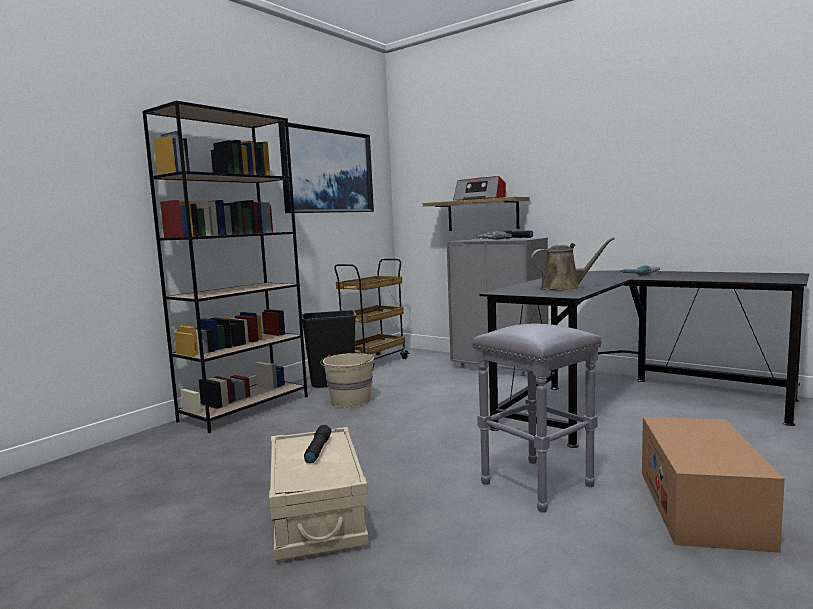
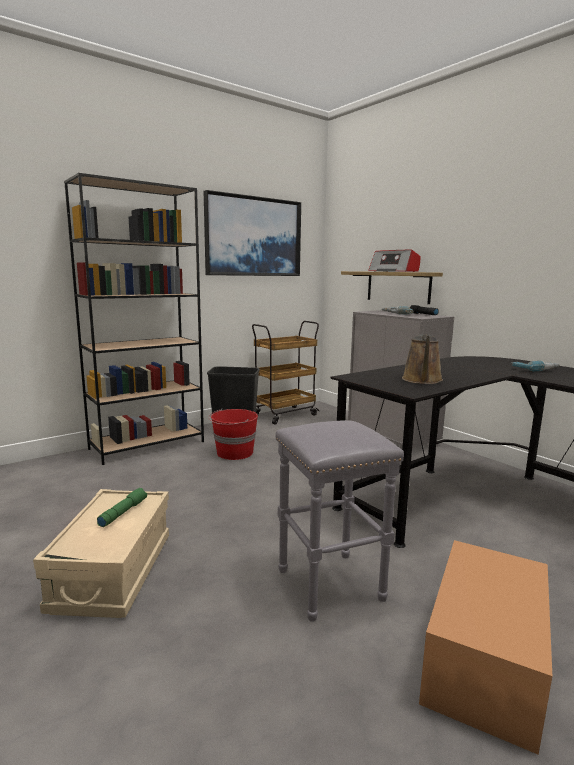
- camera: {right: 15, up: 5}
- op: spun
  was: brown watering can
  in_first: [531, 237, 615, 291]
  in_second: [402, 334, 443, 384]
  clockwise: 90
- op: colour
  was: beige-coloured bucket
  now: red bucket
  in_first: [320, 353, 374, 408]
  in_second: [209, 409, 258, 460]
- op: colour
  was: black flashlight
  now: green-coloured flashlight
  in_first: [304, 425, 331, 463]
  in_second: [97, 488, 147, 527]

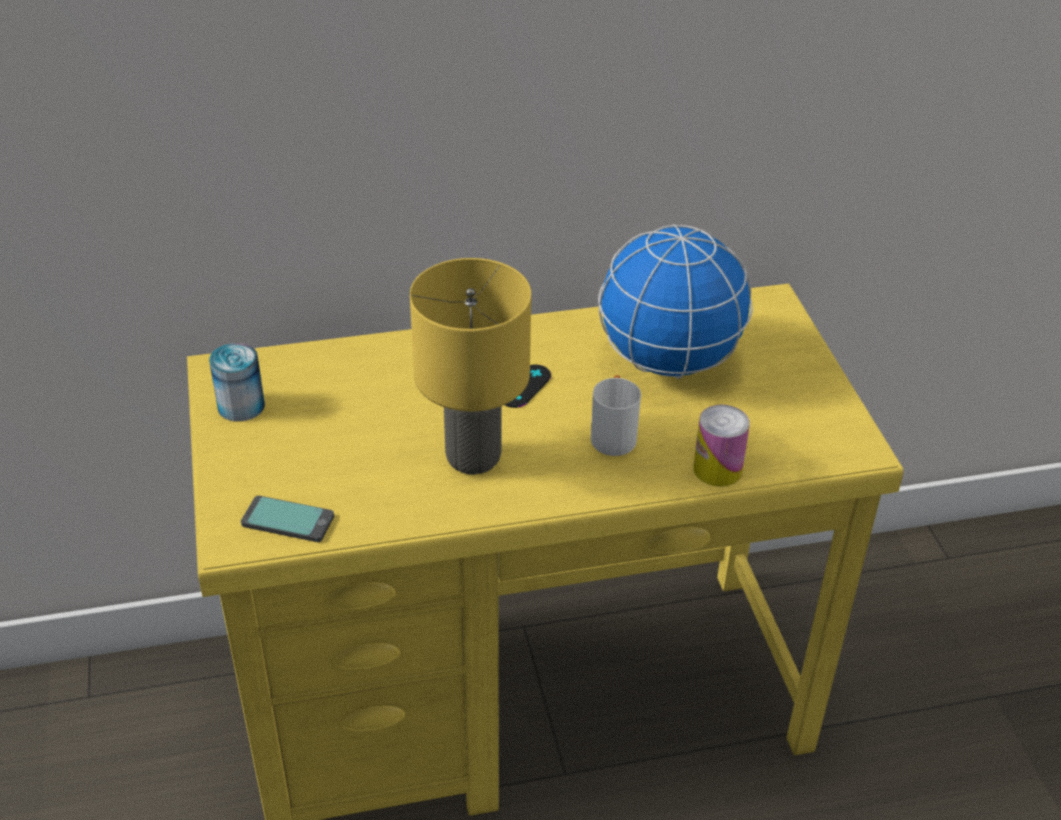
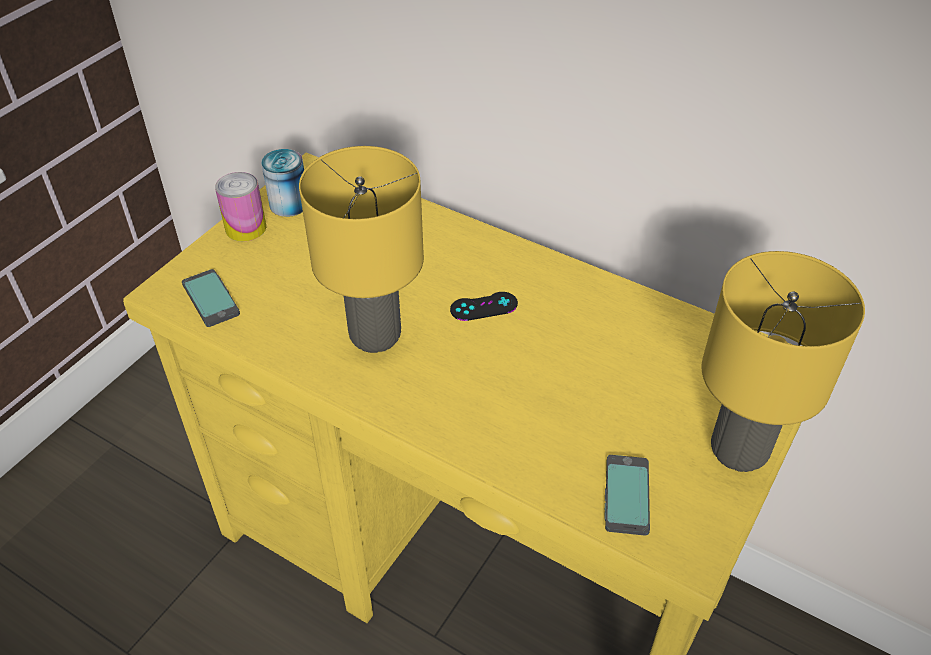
- camera: {right: 45, up: 5}
- op: missing
  was: globe
  in_first: [598, 224, 753, 379]
- op: missing
  was: white tea mug
  in_first: [591, 375, 641, 456]
- op: relocated
  was: metal can
  in_first: [693, 405, 750, 487]
  in_second: [215, 172, 266, 241]
- op: appeared
  now: yellow lamp for a table
  in_second: [701, 251, 865, 472]
- op: appeared
  now: handset
  in_second: [604, 455, 650, 536]

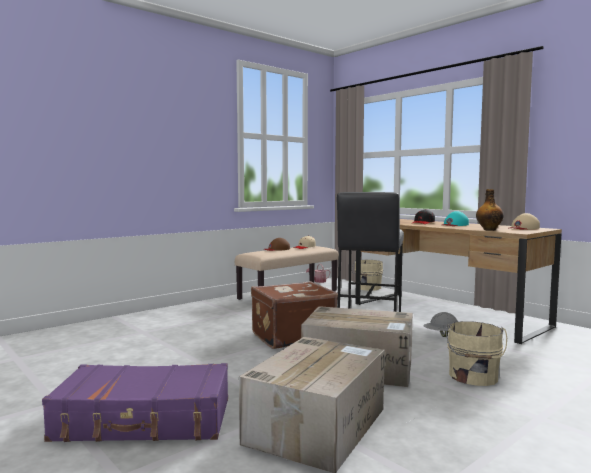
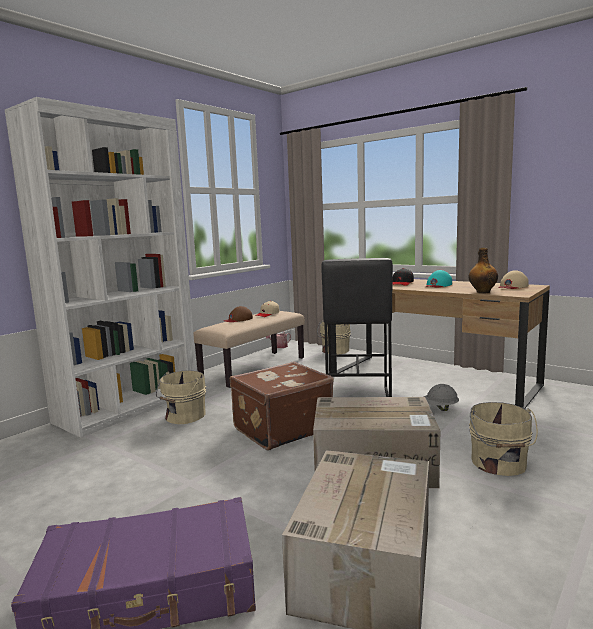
- camera: {right: -10, up: 5}
- op: appeared
  now: white shelving unit
  in_second: [5, 97, 196, 438]
- op: appeared
  now: beige-coloured bucket
  in_second: [156, 370, 206, 424]

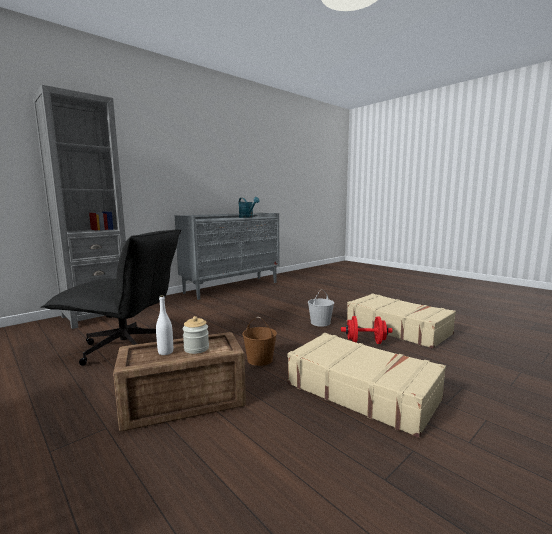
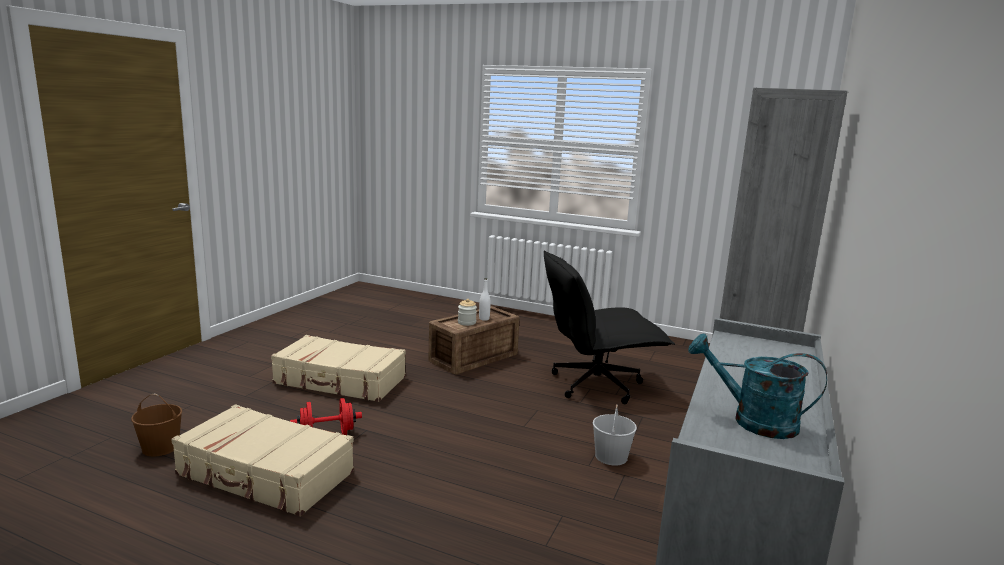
- camera: {right: 155, up: 5}
- op: relocated
  was: white bucket
  in_first: [308, 289, 334, 327]
  in_second: [593, 404, 637, 466]
- op: relocated
  was: brown bucket
  in_first: [242, 317, 277, 366]
  in_second: [131, 394, 182, 457]

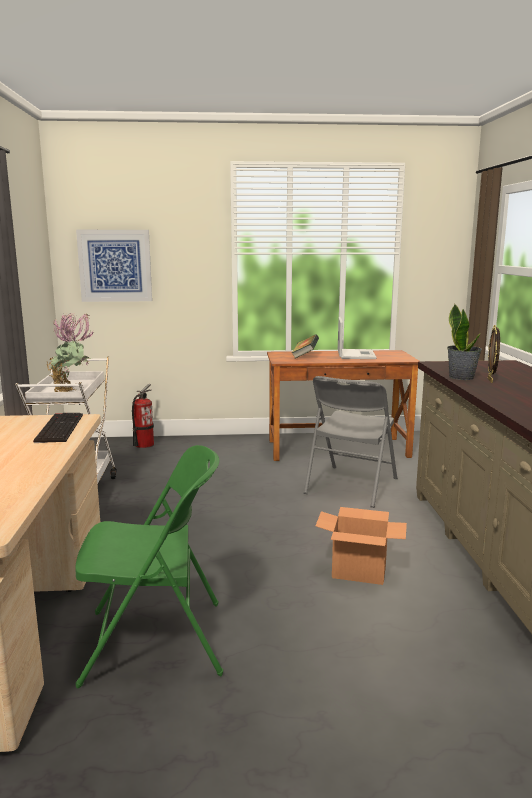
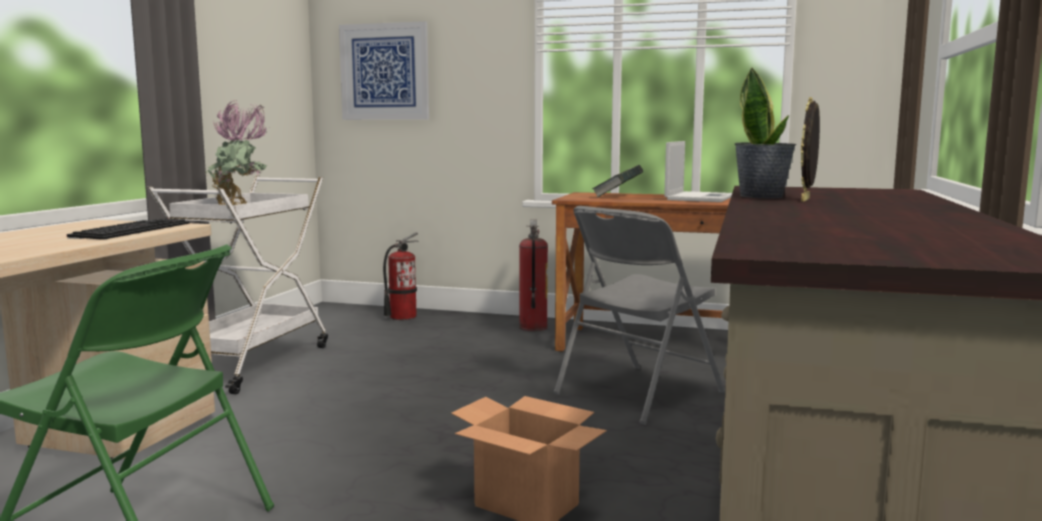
- camera: {right: 20, up: -5}
- op: appeared
  now: extinguisher
  in_second: [519, 219, 548, 331]

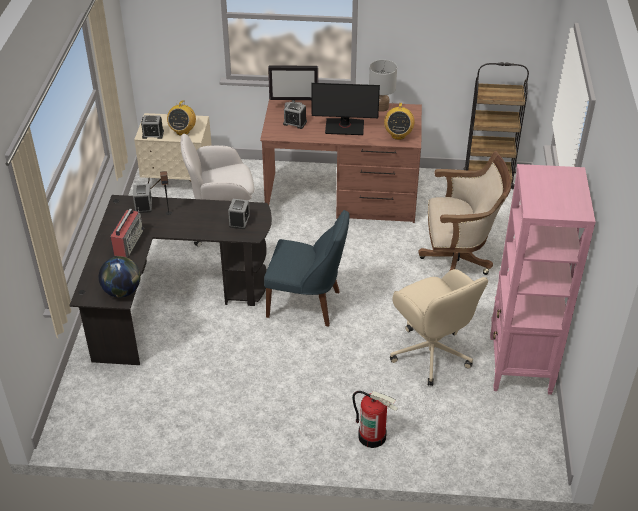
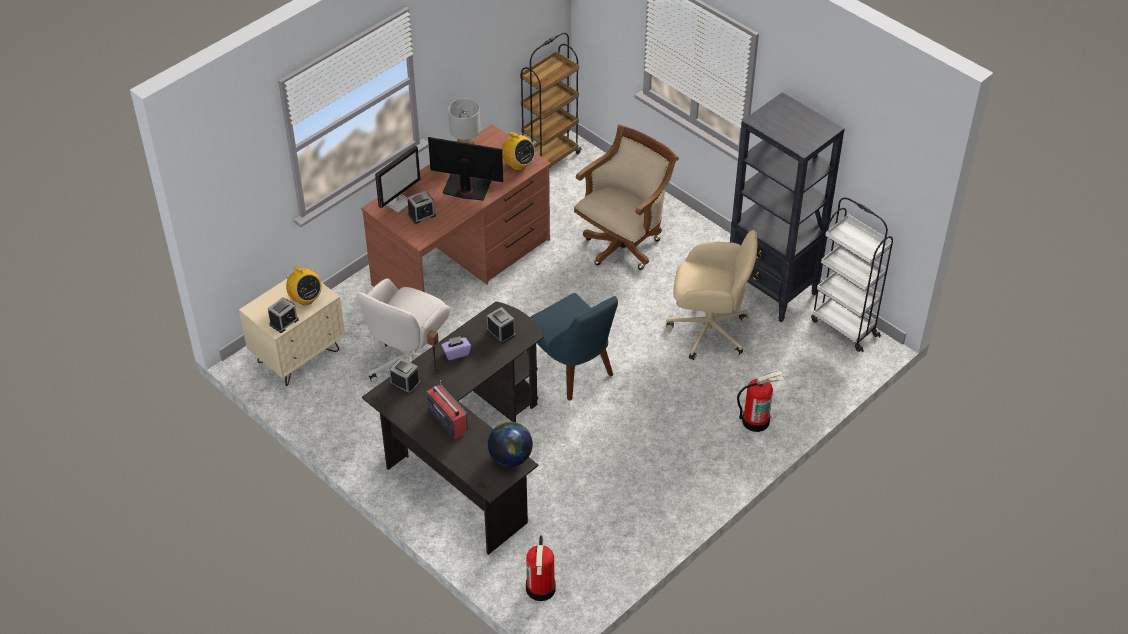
- camera: {right: -50, up: 5}
- op: spun
  was: computer display
  in_first: [311, 83, 380, 135]
  in_second: [428, 137, 503, 200]
  clockwise: -120
- op: colour
  was: pinkish shelving unit
  now: black shelving unit
  in_first: [490, 164, 596, 395]
  in_second: [730, 92, 845, 322]
- op: spun
  was: blue-coloured chair
  in_first: [264, 210, 349, 326]
  in_second: [526, 293, 618, 401]
  clockwise: 90
- op: appeared
  now: white wheeled cart
  in_second: [811, 198, 893, 352]
- op: appeared
  now: purple box of tissues
  in_second: [441, 336, 471, 360]
- op: appeared
  now: extinguisher
  in_second: [526, 535, 556, 601]

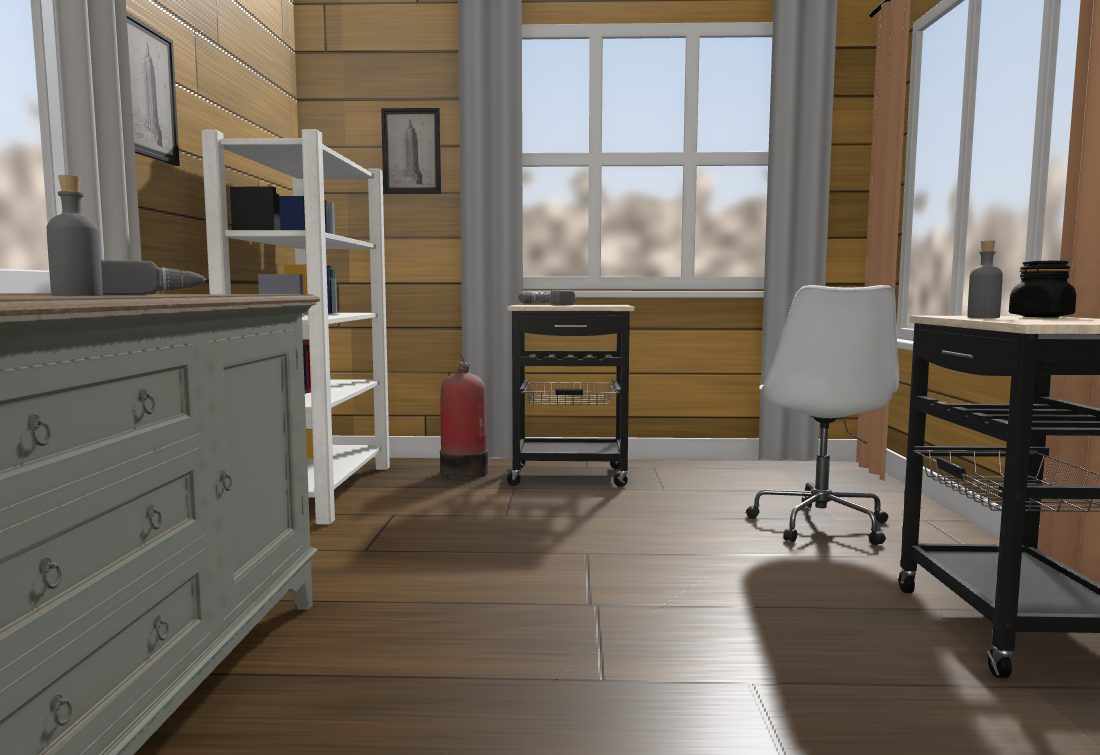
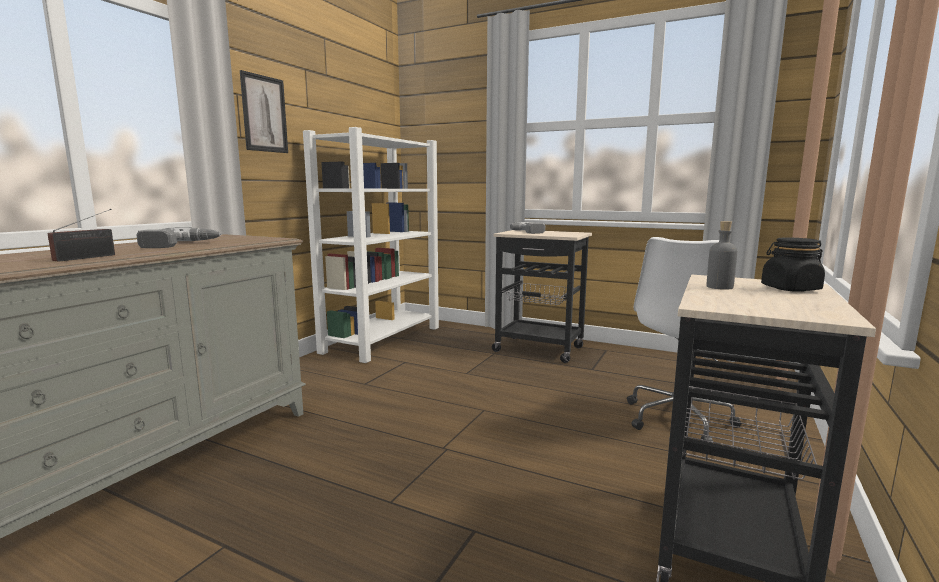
- camera: {right: 25, up: 5}
- op: missing
  was: wall art
  in_first: [381, 108, 441, 194]
- op: exchanged
  was: greyish beverage bottle
  now: radio receiver
  in_first: [47, 175, 103, 296]
  in_second: [48, 209, 115, 262]
- op: missing
  was: extinguisher
  in_first: [440, 356, 488, 480]

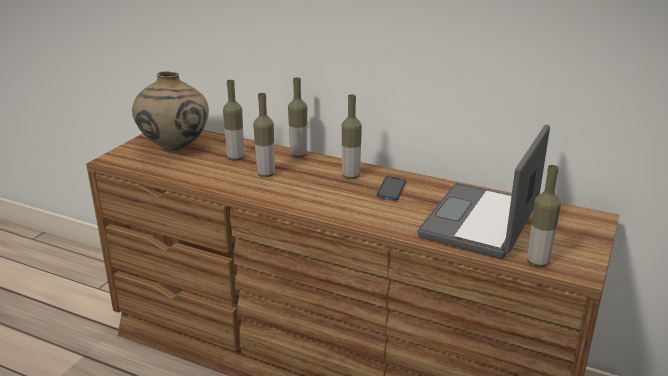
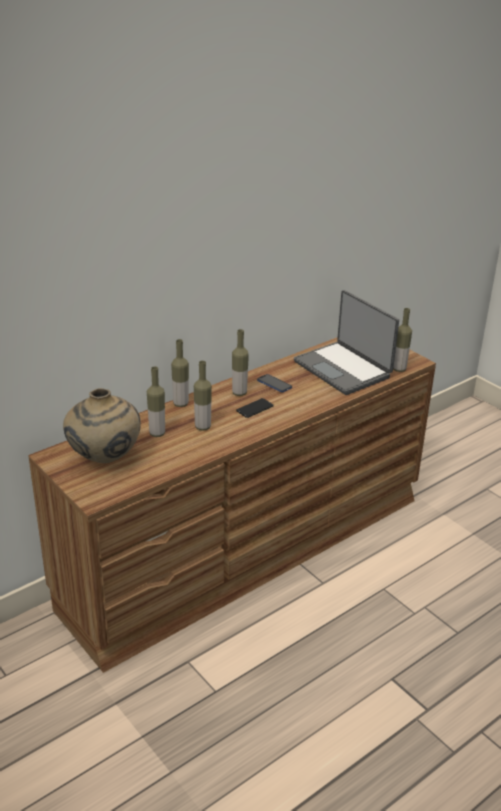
- camera: {right: -65, up: 5}
- op: appeared
  now: handset
  in_second: [236, 398, 274, 418]

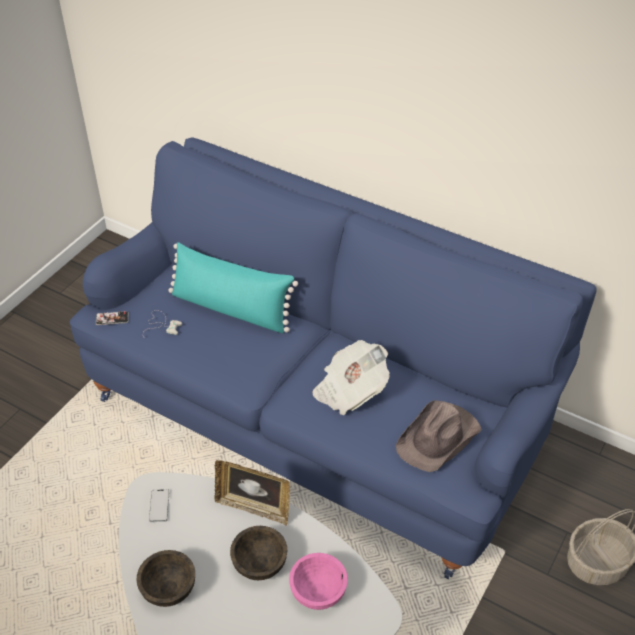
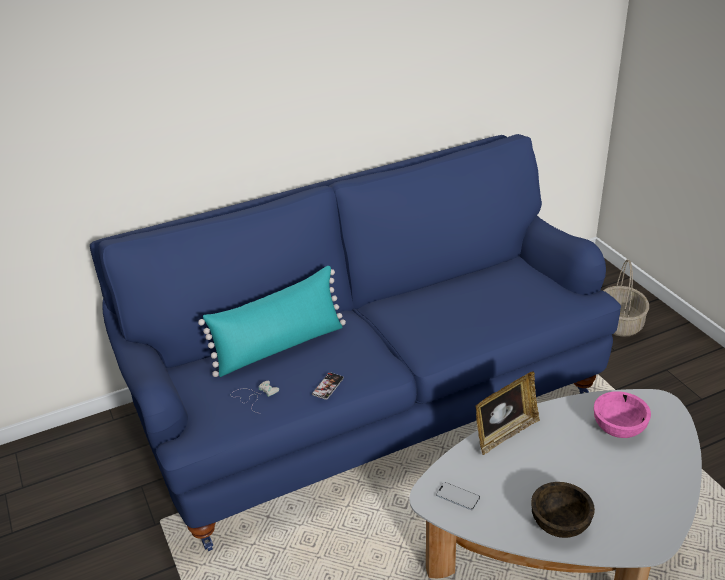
- camera: {right: -55, up: -10}
- op: relocated
  was: handset
  in_first: [96, 311, 129, 325]
  in_second: [312, 372, 344, 400]
- op: missing
  was: daily paper
  in_first: [313, 340, 390, 415]
- op: missing
  was: brown hat
  in_first: [396, 400, 482, 472]
- op: missing
  was: brown deep dish
  in_first: [230, 526, 287, 580]

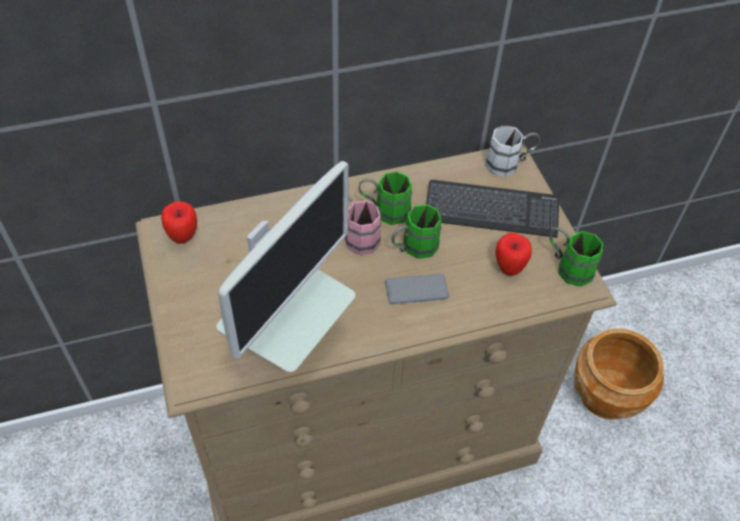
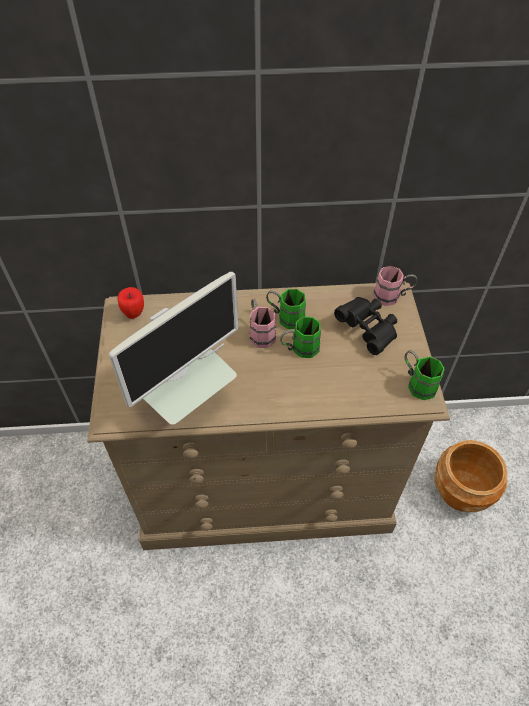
- camera: {right: 15, up: 0}
- op: colour
  was: white tea mug
  now: pinkish tea mug
  in_first: [485, 125, 540, 177]
  in_second: [373, 266, 418, 306]
- op: exchanged
  was: computer keyboard
  now: black binoculars
  in_first: [426, 180, 559, 238]
  in_second: [334, 297, 397, 355]
- op: missing
  was: apple fruit
  in_first: [496, 233, 532, 276]
- op: missing
  was: handset
  in_first: [385, 274, 449, 304]

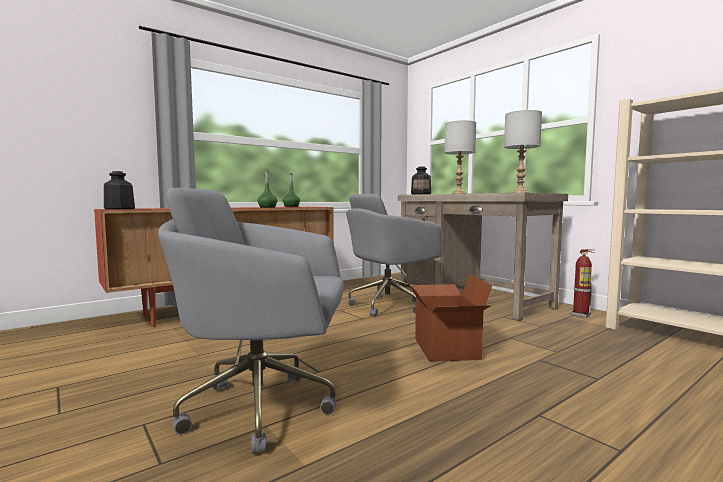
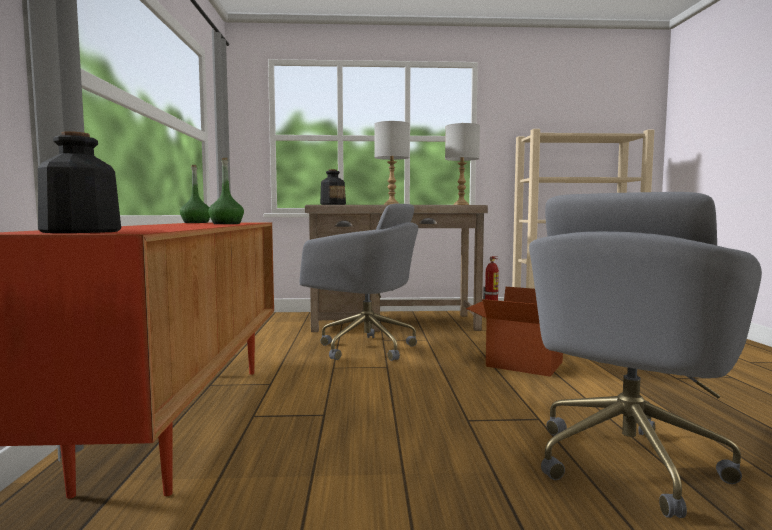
- camera: {right: -55, up: 0}
- op: spun
  was: greyish desk chair
  in_first: [346, 194, 442, 316]
  in_second: [300, 204, 418, 361]
  clockwise: -75

